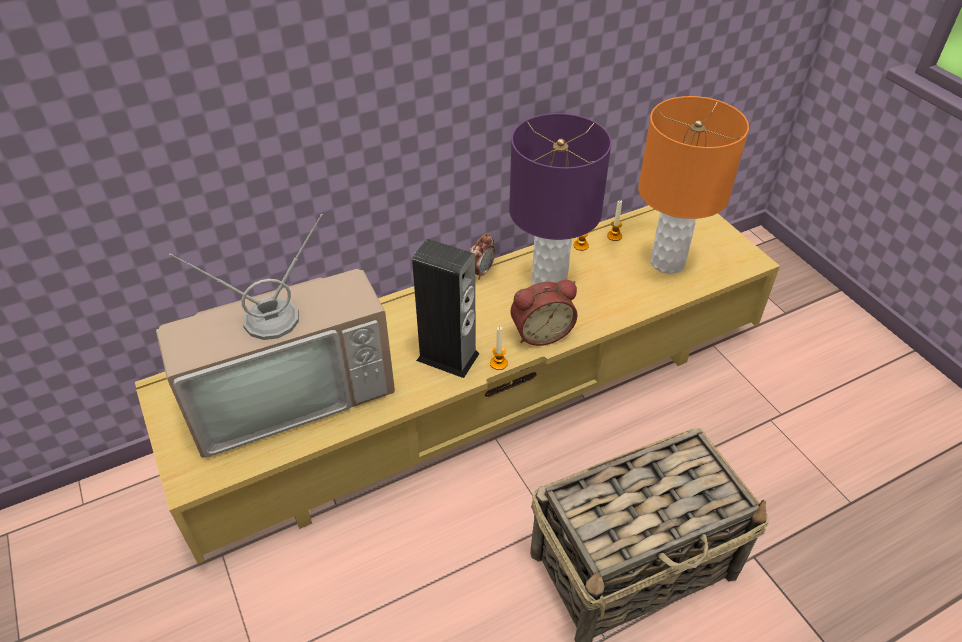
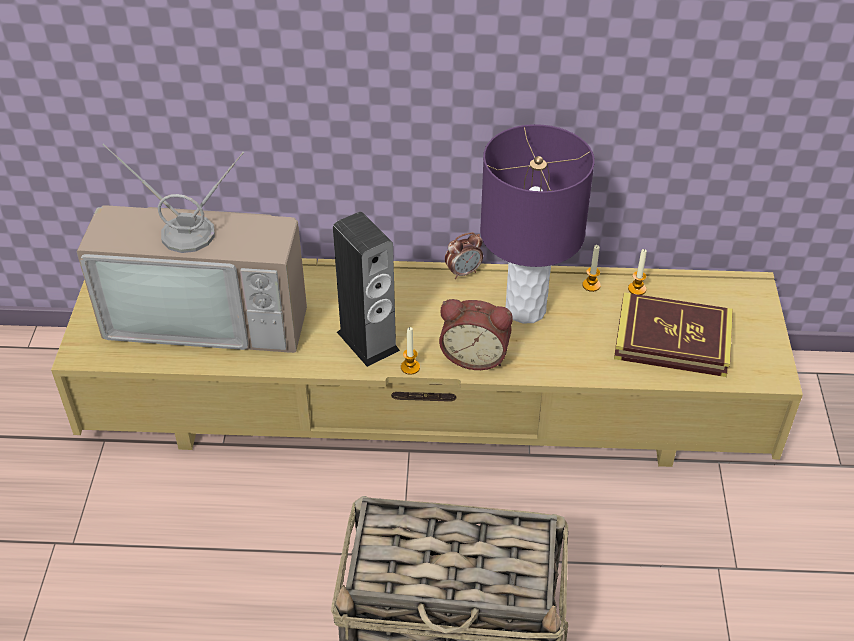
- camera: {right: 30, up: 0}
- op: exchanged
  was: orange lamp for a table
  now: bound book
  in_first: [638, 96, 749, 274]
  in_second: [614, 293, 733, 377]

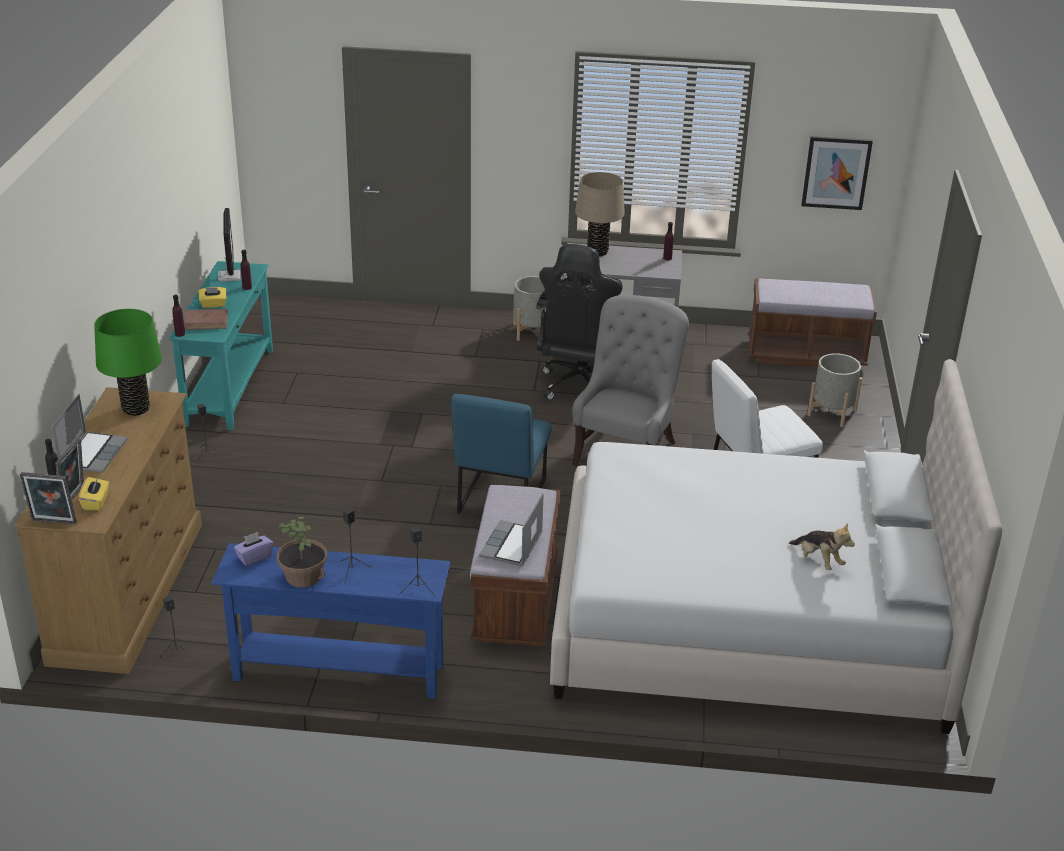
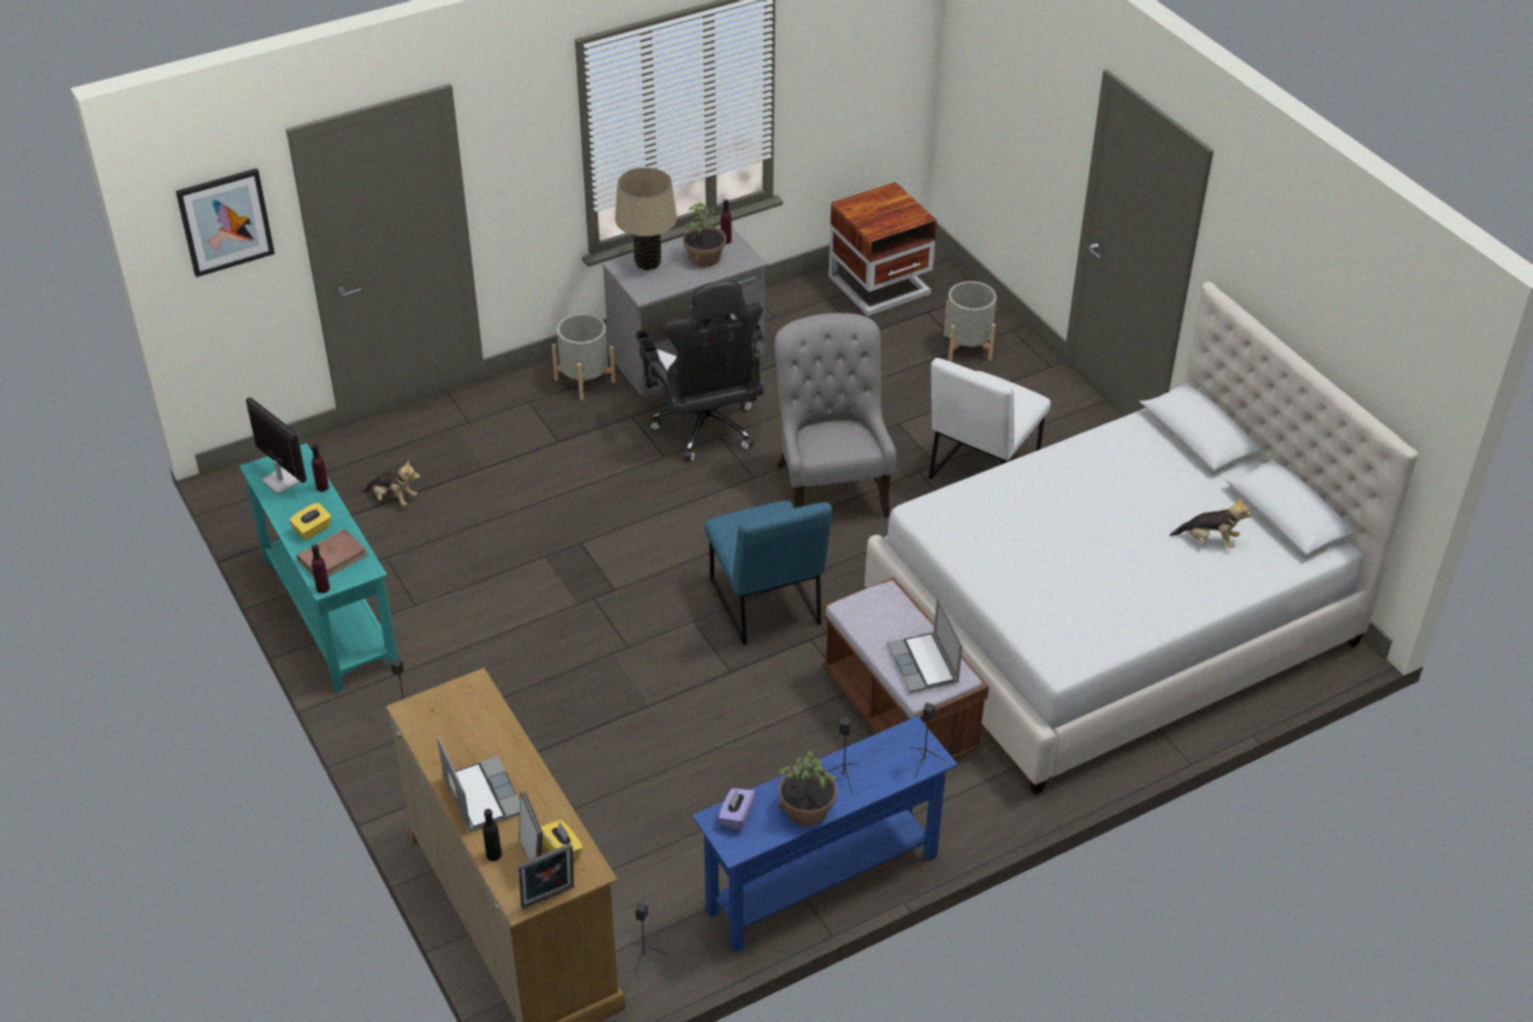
- camera: {right: -35, up: 10}
- op: relocated
  was: wall art
  in_first: [801, 136, 873, 210]
  in_second: [176, 168, 275, 277]
- op: exchanged
  was: brown long seat
  now: nightstand
  in_first: [749, 278, 877, 367]
  in_second: [829, 182, 937, 316]
- op: missing
  was: green-coloured lamp for a table
  in_first: [94, 309, 162, 416]
- op: appeared
  now: potted plant
  in_second: [683, 203, 726, 267]
- op: appeared
  now: soft toy
  in_second: [361, 460, 420, 506]

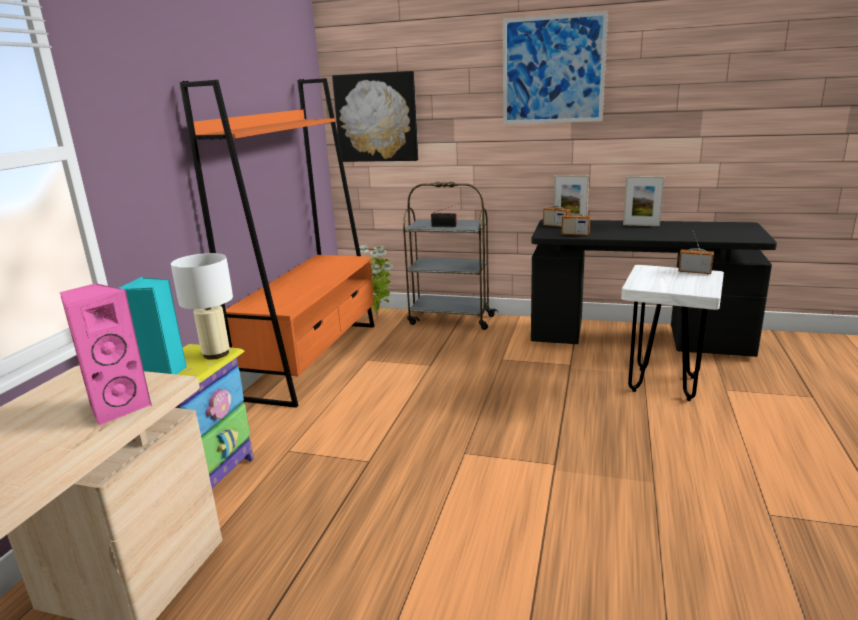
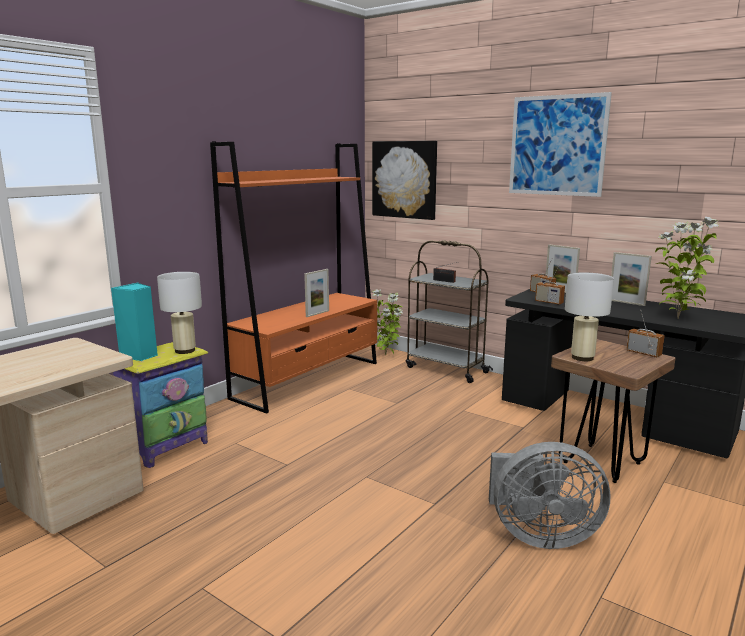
- camera: {right: 20, up: -5}
- op: colour
  was: white stool seat
  now: brown stool seat
  in_first: [621, 265, 724, 401]
  in_second: [551, 339, 675, 483]
- op: missing
  was: pinkish loudspeaker
  in_first: [60, 283, 153, 426]
- op: appeared
  now: potted plant
  in_second: [655, 217, 720, 319]
- op: appeared
  now: picture frame
  in_second: [304, 269, 329, 317]
- op: appeared
  now: white lamp for a table
  in_second: [565, 272, 614, 361]
- op: appeared
  now: greyish electric fan
  in_second: [489, 442, 610, 549]

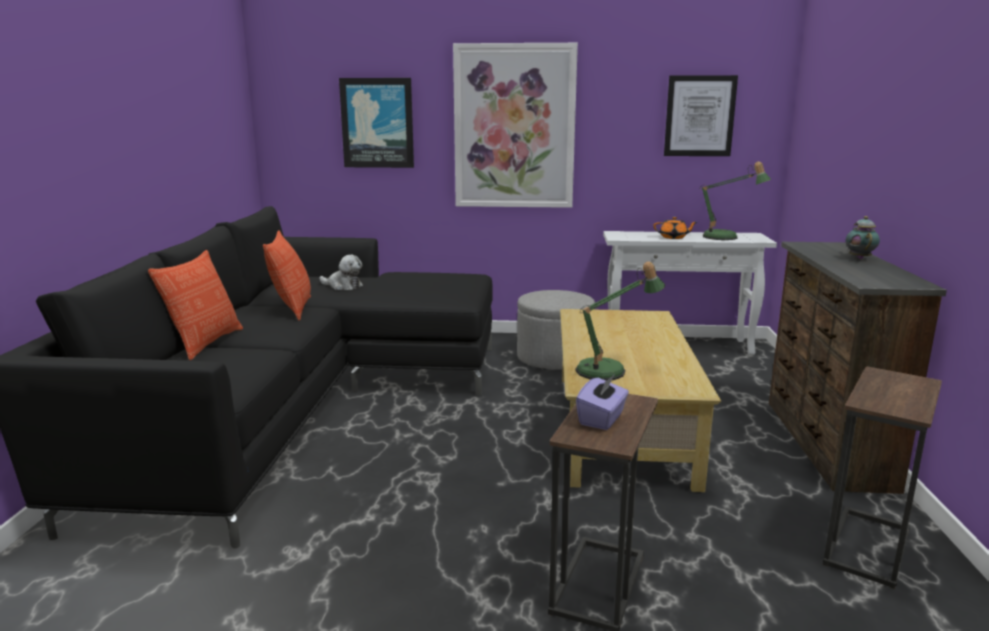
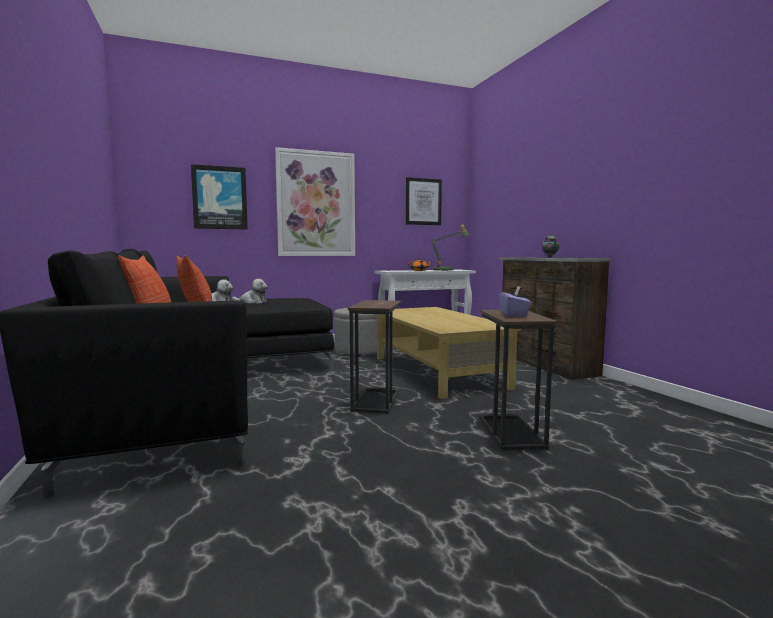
- camera: {right: -25, up: -10}
- op: missing
  was: lamp for a table
  in_first: [576, 261, 665, 381]
- op: relocated
  was: brown end table
  in_first: [823, 367, 942, 589]
  in_second: [348, 300, 401, 414]
- op: appeared
  now: soft toy
  in_second: [232, 279, 268, 304]

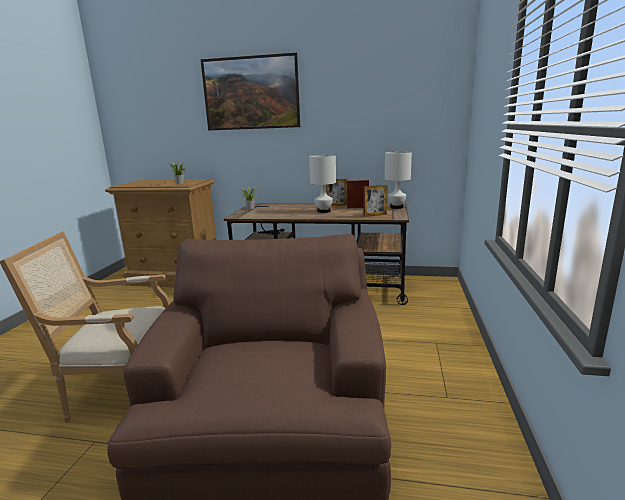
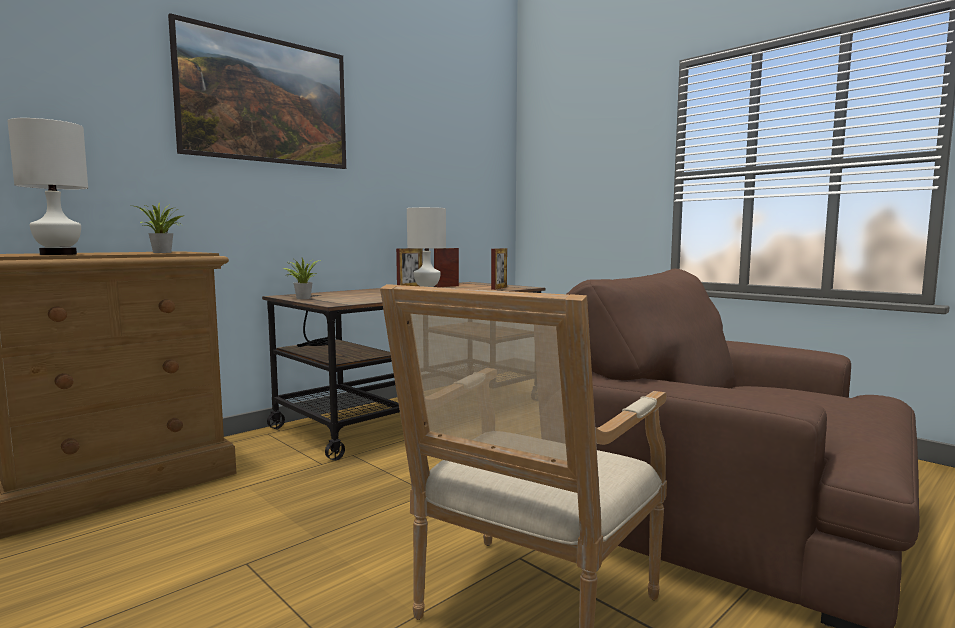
- camera: {right: -55, up: -10}
- op: relocated
  was: white lamp for a table
  in_first: [385, 151, 412, 209]
  in_second: [7, 118, 88, 255]

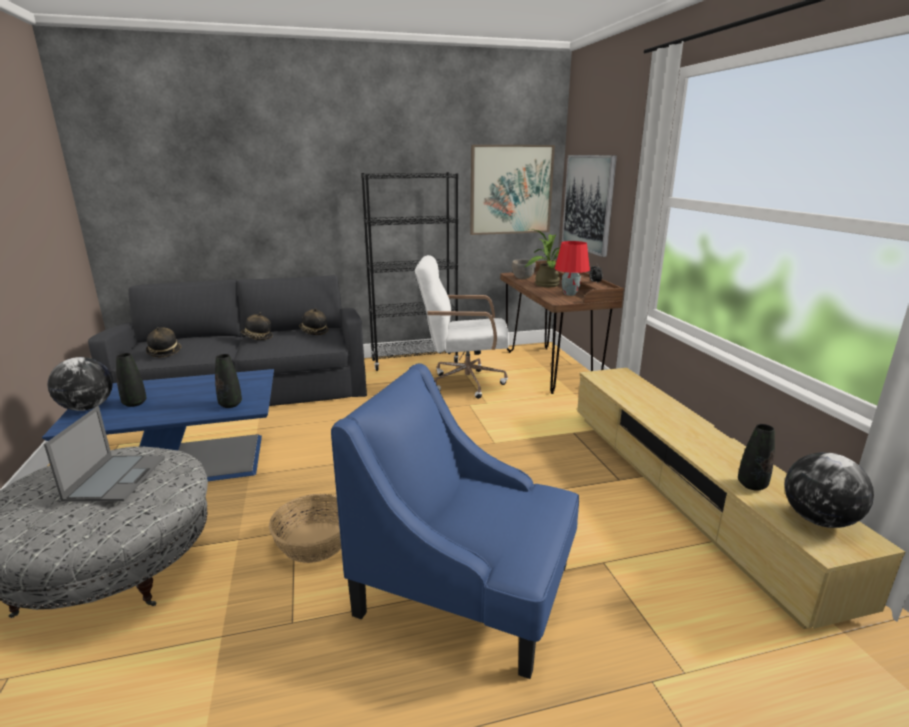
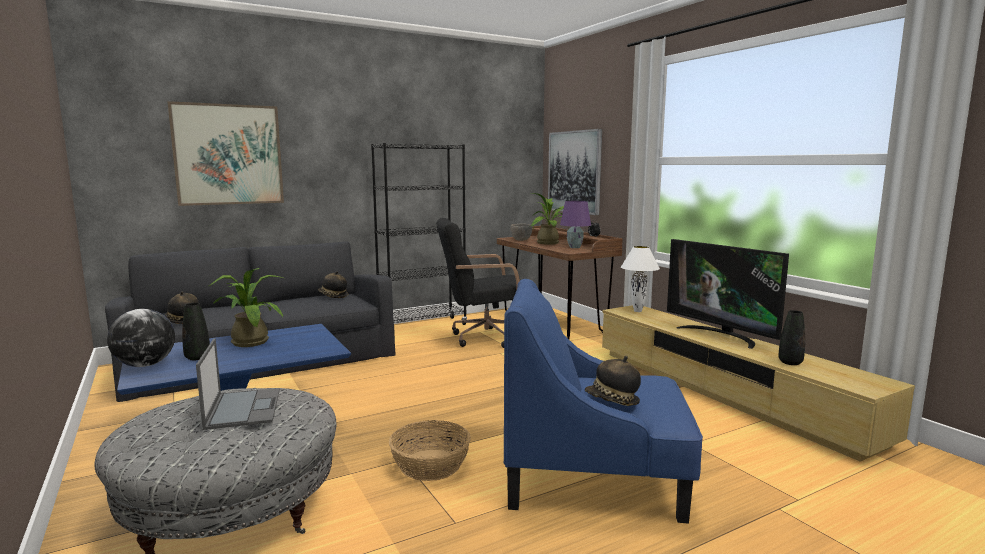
- camera: {right: -15, up: -10}
- op: relocated
  was: wall art
  in_first: [470, 145, 555, 235]
  in_second: [167, 101, 284, 206]
- op: colour
  was: red lamp for a table
  now: purple lamp for a table
  in_first: [555, 241, 590, 296]
  in_second: [560, 201, 591, 248]
- op: colour
  was: white desk chair
  now: black desk chair
  in_first: [415, 255, 509, 399]
  in_second: [436, 218, 521, 348]
- op: relocated
  was: hat
  in_first: [241, 313, 273, 340]
  in_second: [585, 356, 641, 406]
- op: missing
  was: black vase
  in_first: [215, 354, 242, 408]
- op: missing
  was: globe
  in_first: [785, 452, 874, 528]
- op: appeared
  now: television
  in_second: [667, 239, 789, 349]
- op: appeared
  now: white lamp for a table
  in_second: [621, 246, 660, 312]
- op: appeared
  now: potted plant
  in_second: [209, 268, 283, 347]

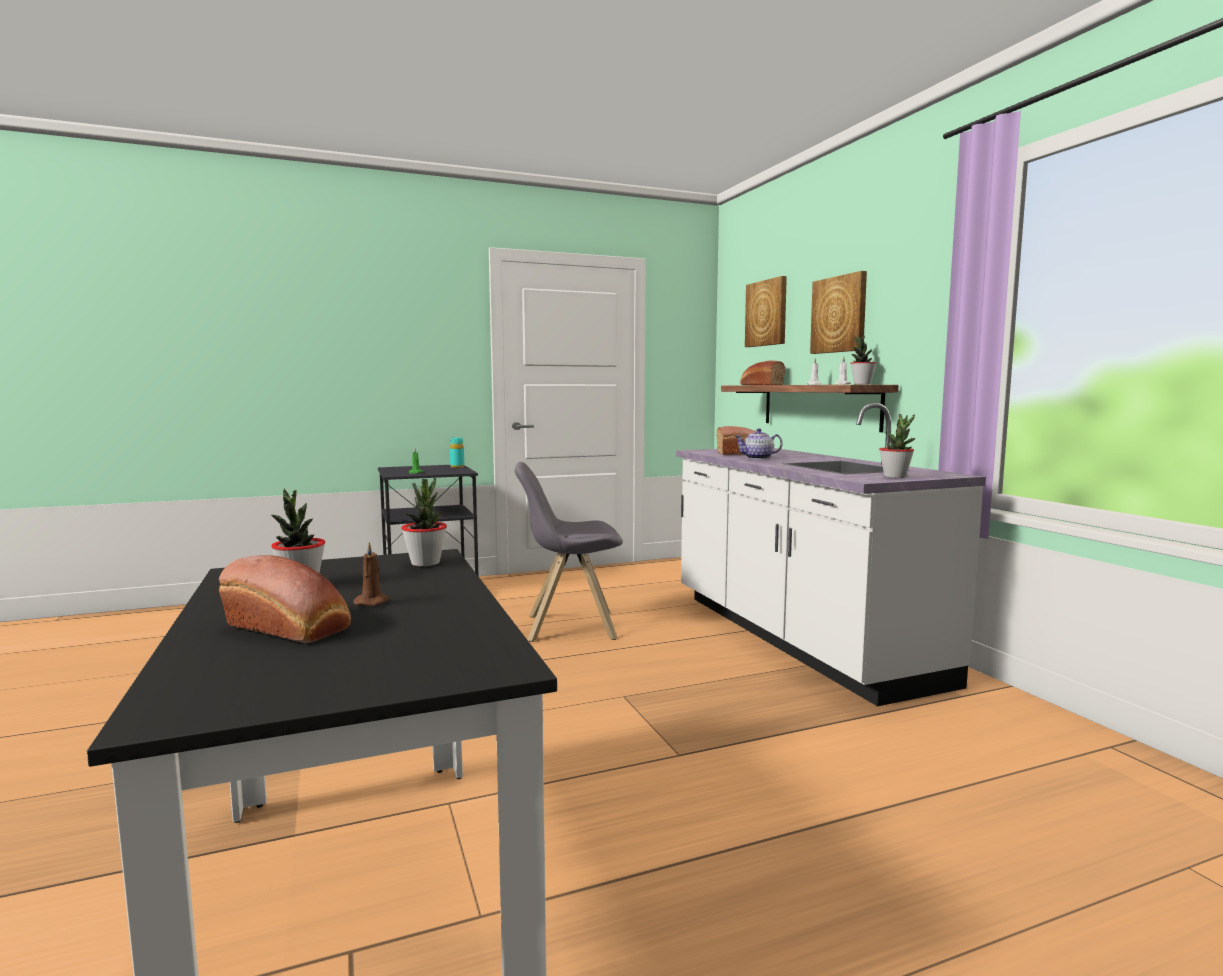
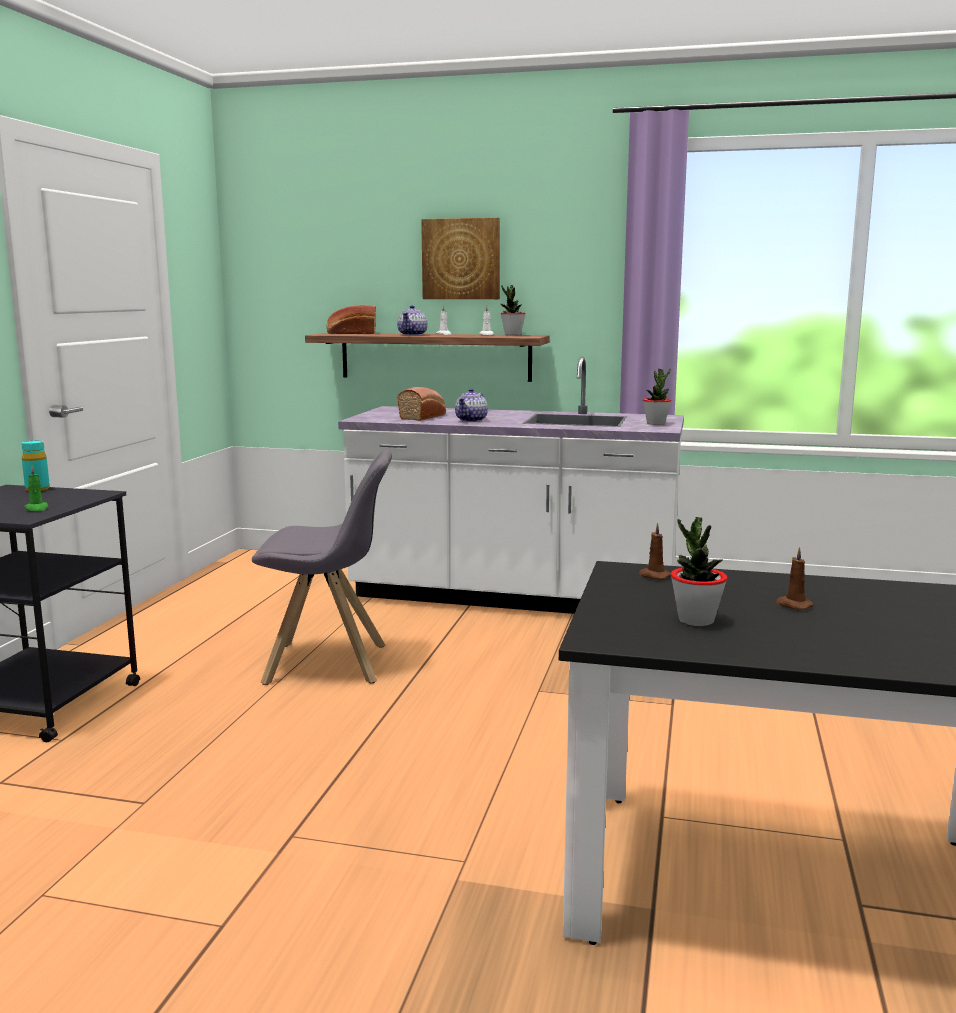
- camera: {right: -55, up: 5}
- op: missing
  was: wall art
  in_first: [745, 276, 787, 347]
- op: spun
  was: greyish chair
  in_first: [514, 462, 623, 642]
  in_second: [252, 450, 392, 685]
  clockwise: -120
- op: exchanged
  was: potted plant
  now: brown candle
  in_first: [401, 477, 447, 566]
  in_second: [638, 522, 671, 580]
- op: missing
  was: bakery bread
  in_first: [219, 555, 351, 643]
- op: appeared
  now: tea pot
  in_second: [397, 305, 428, 336]

